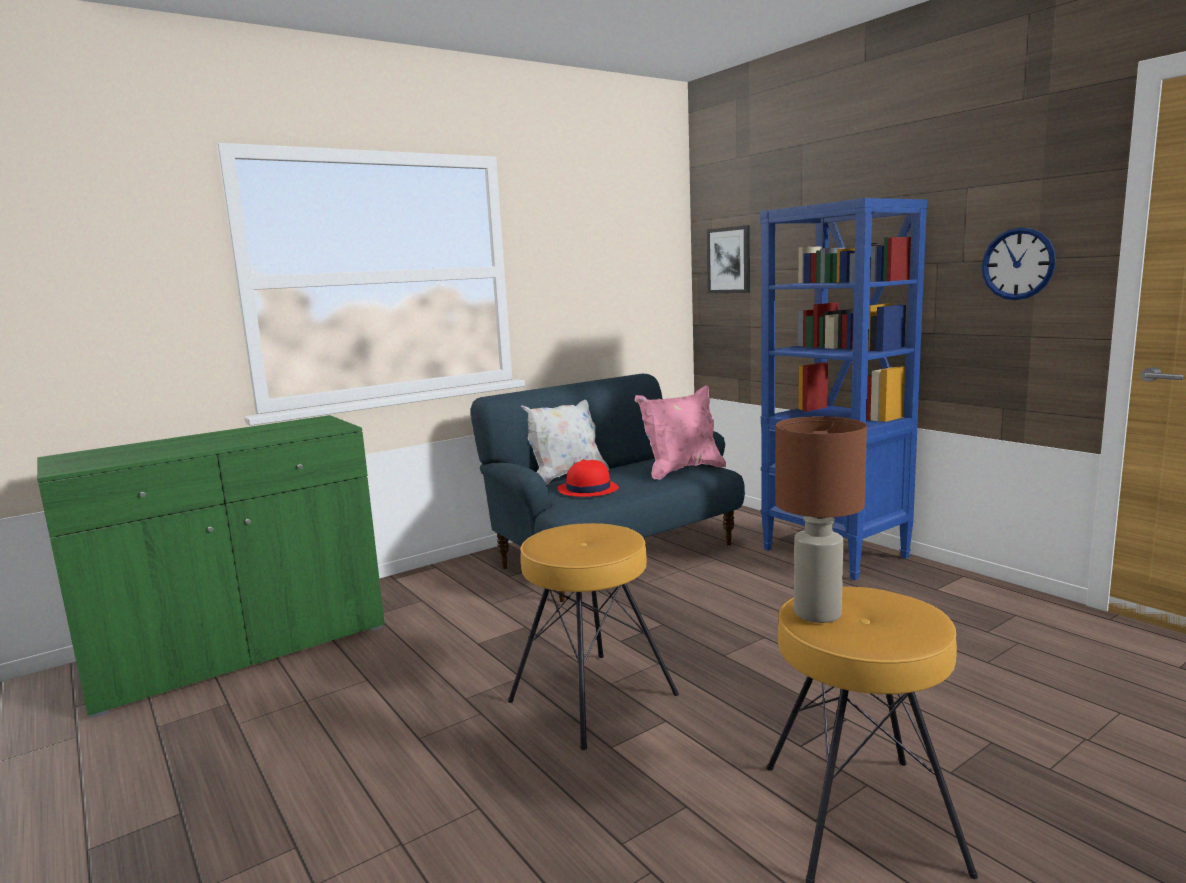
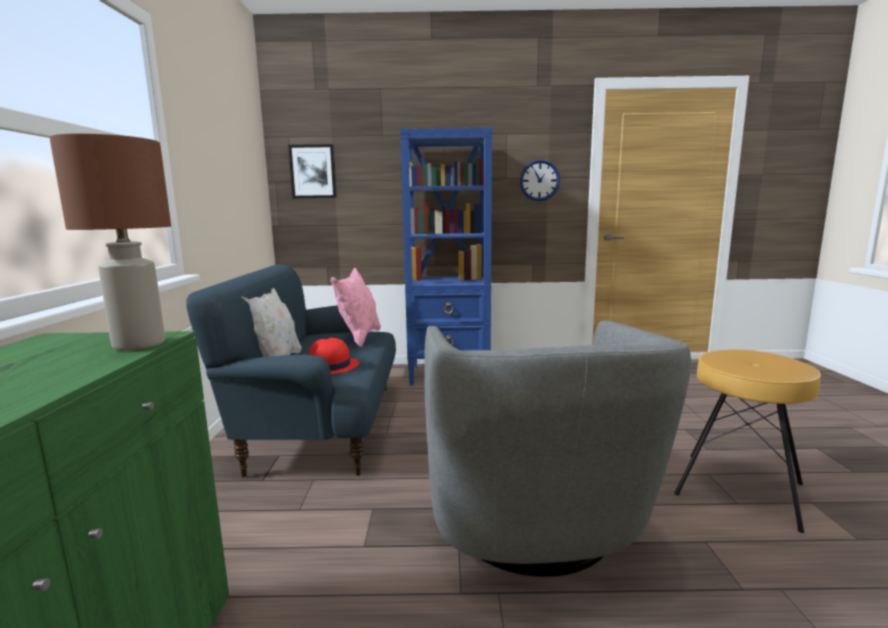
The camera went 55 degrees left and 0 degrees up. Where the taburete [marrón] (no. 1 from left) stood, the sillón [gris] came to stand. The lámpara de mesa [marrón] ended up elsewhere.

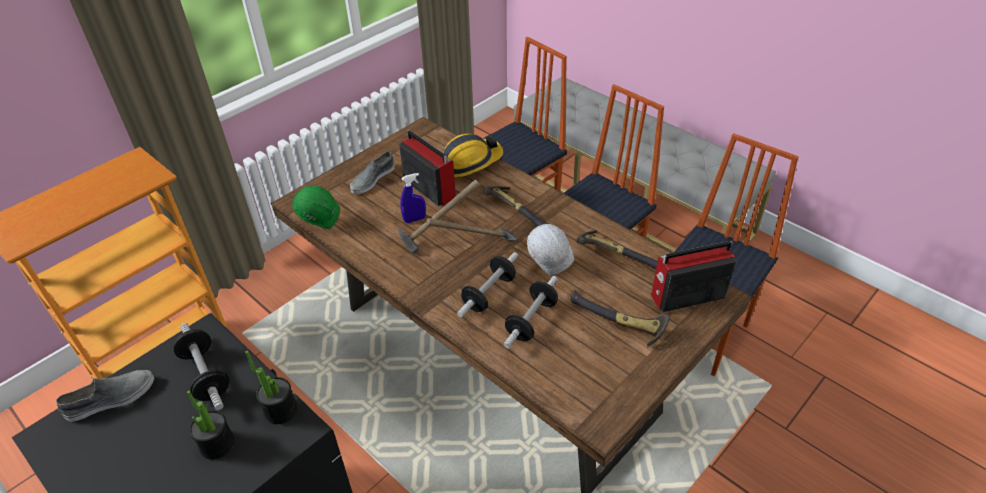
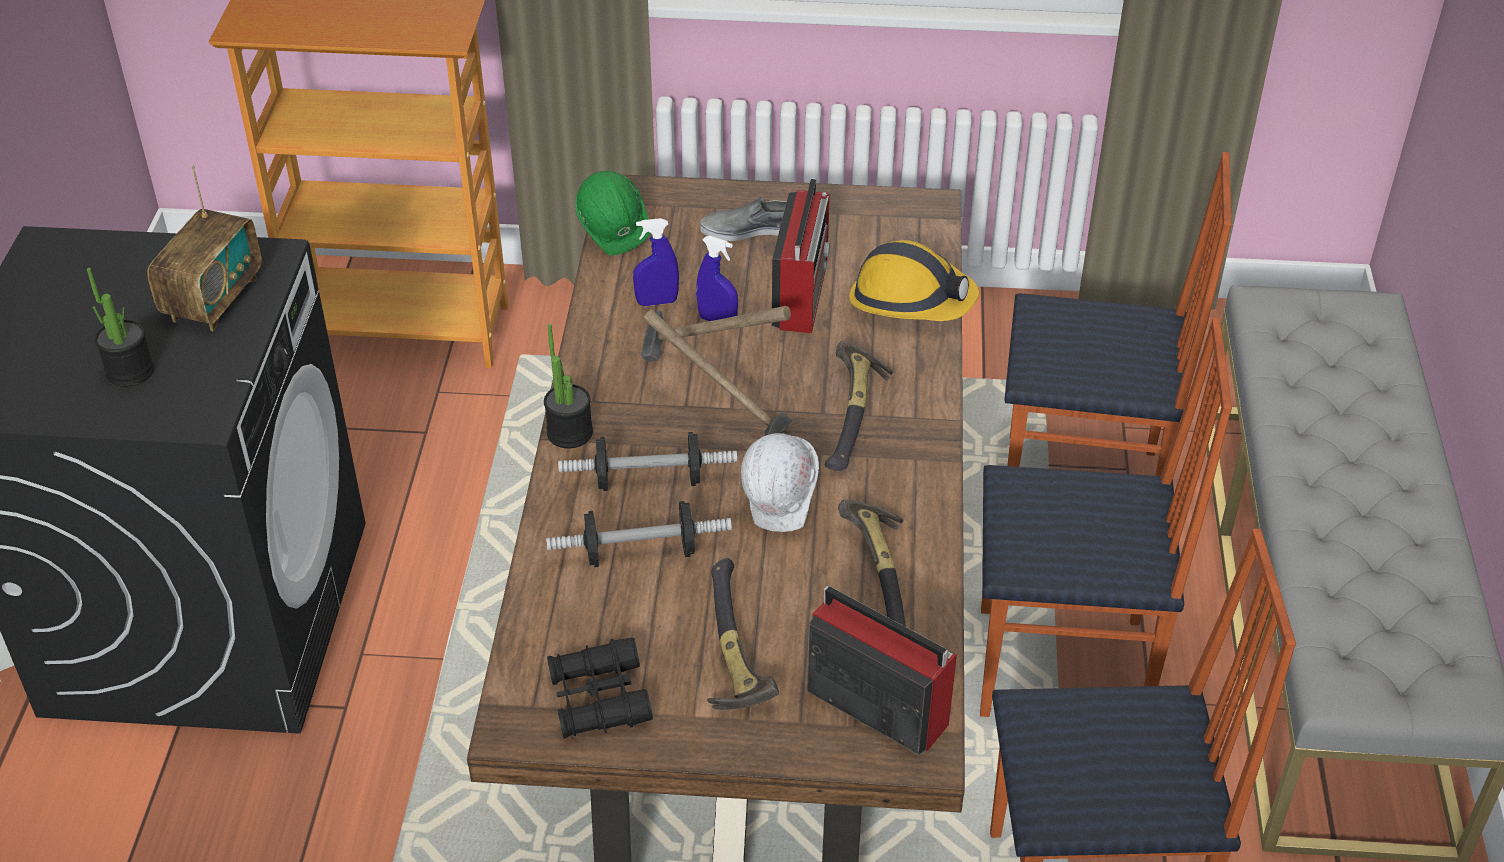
The camera went 50 degrees right and 0 degrees up. The second view lost the zapato [gris] (no. 1 from left). Where the mancuerna (no. 1 from left) stood, the radio (no. 1 from left) came to stand. The planta en maceta (no. 2 from left) ended up elsewhere. The second view gained the prismáticos [negro]. The second view gained the pulverizador [azul] (no. 1 from left).

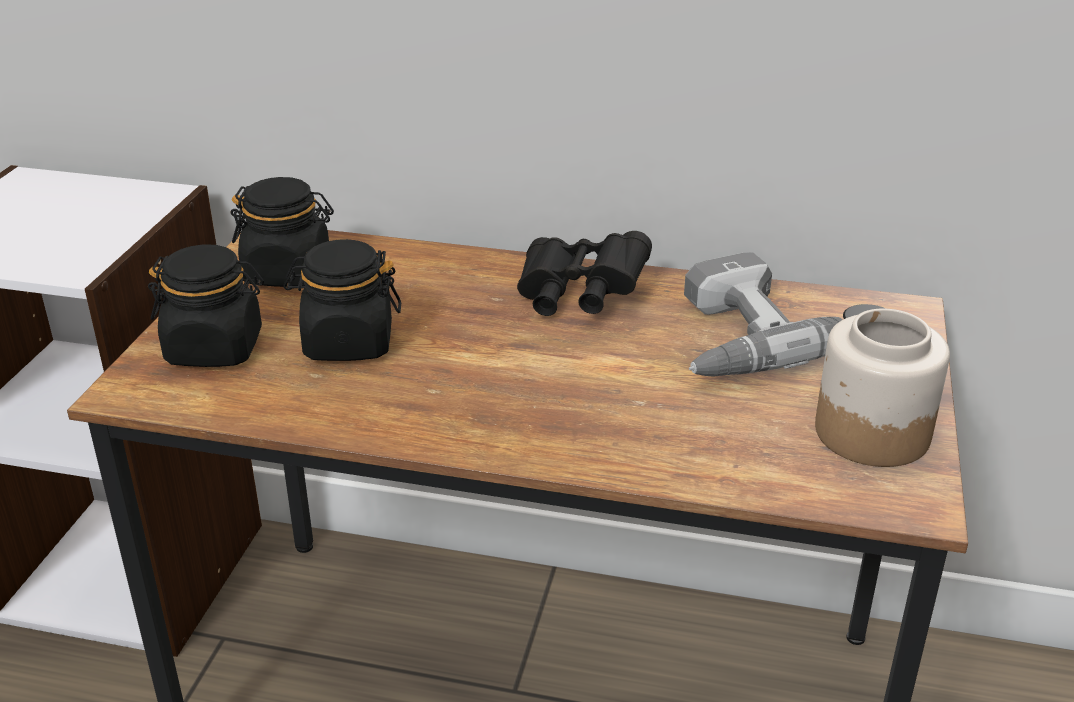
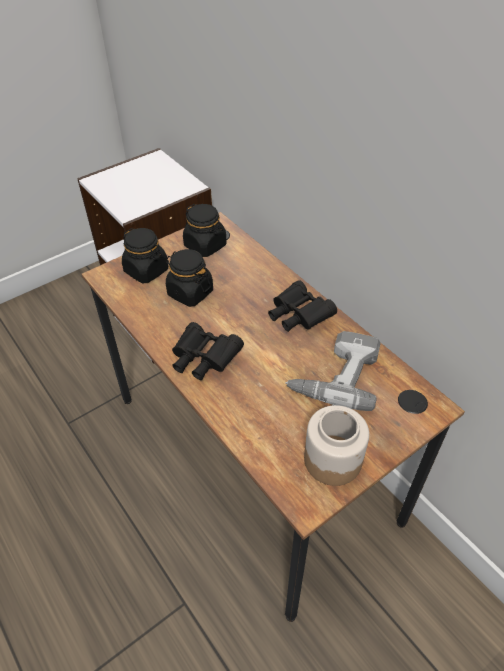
The camera went 40 degrees right and 15 degrees up. The second view gained the prismáticos [negro] (no. 1 from left).

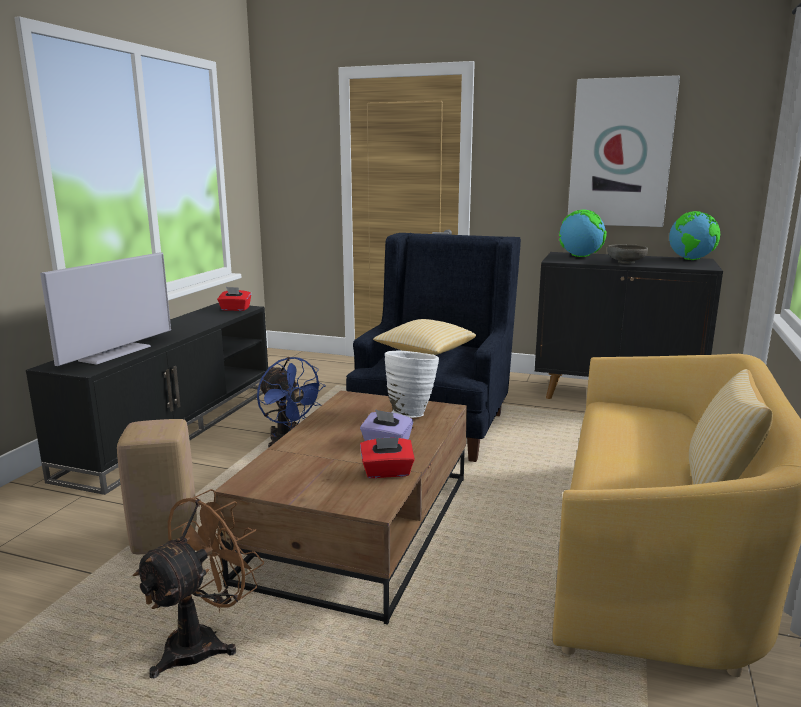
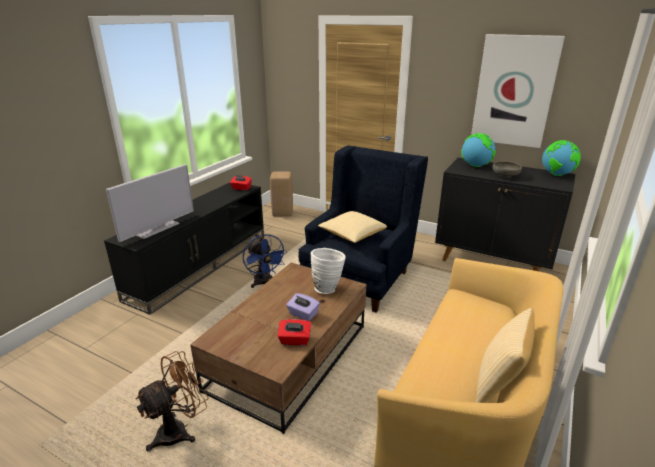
The camera went 10 degrees right and 10 degrees up. The taburete [beis] ended up elsewhere.

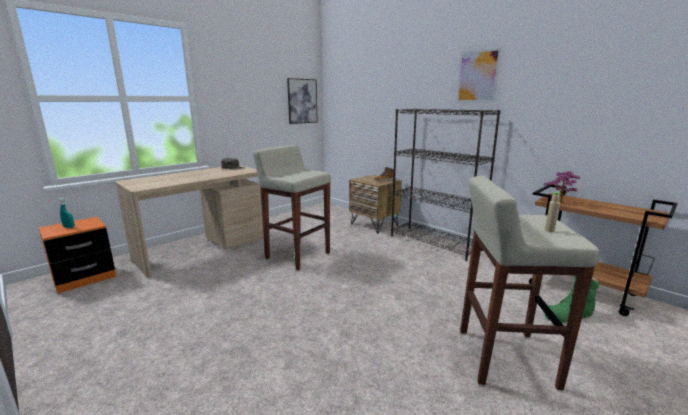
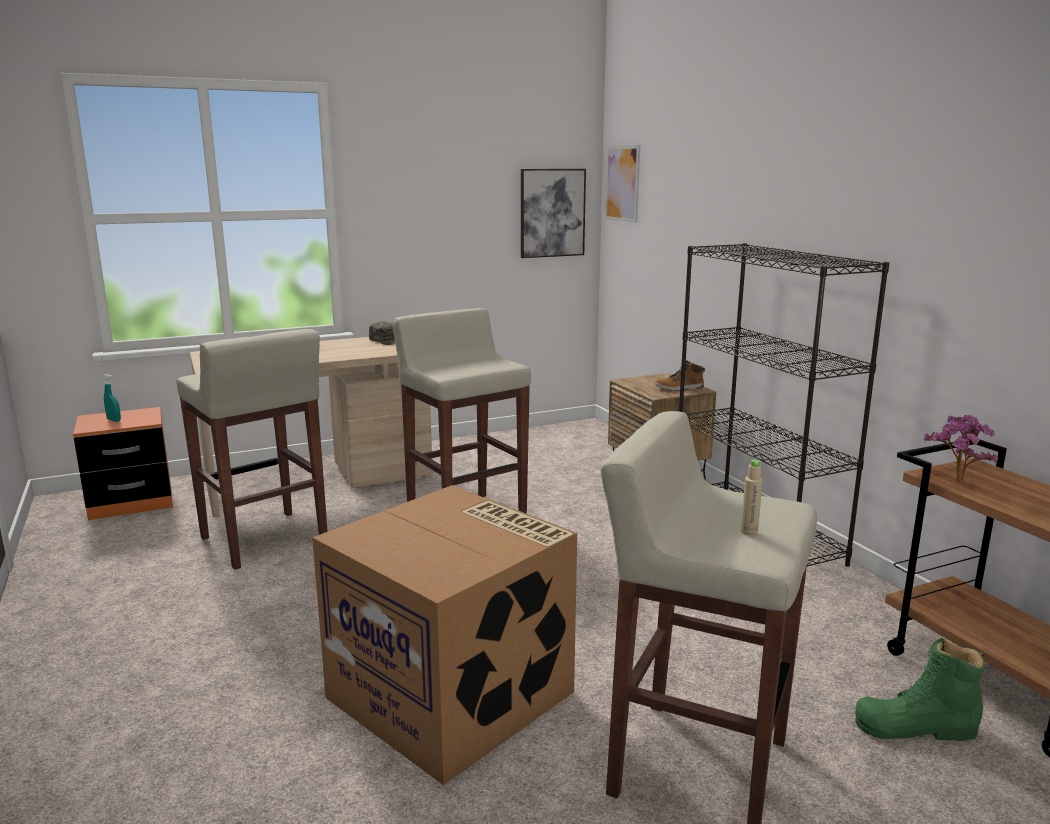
The camera went 20 degrees right and 0 degrees up. The cuadro (no. 2 from left) ended up elsewhere. The second view gained the taburete [beis] (no. 1 from left). The second view gained the caja de cartón.

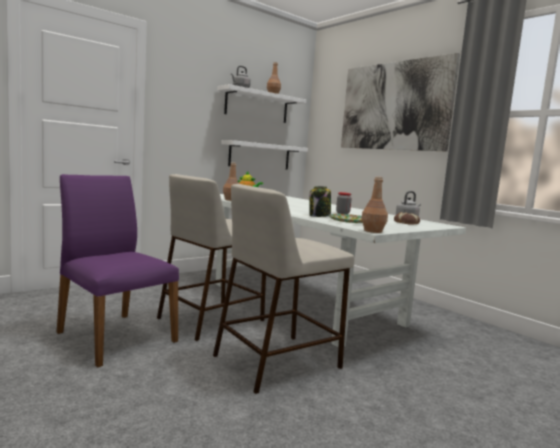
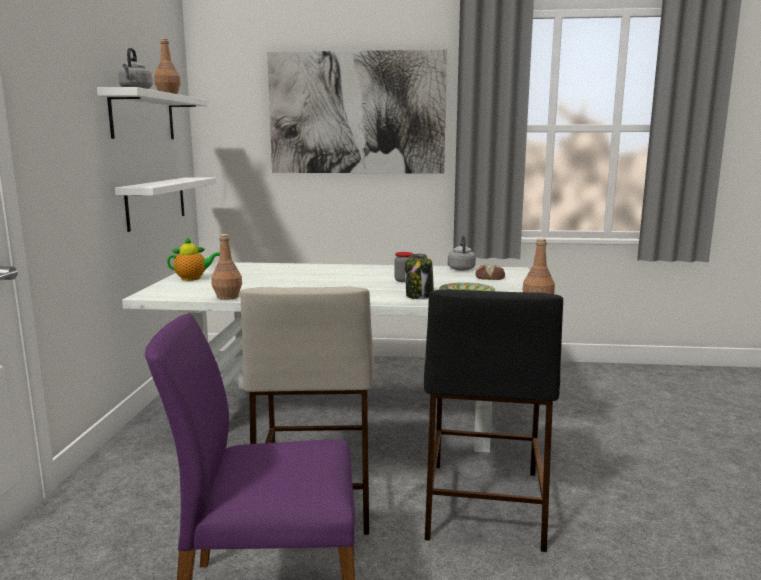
The camera went 45 degrees left and 5 degrees up. What was the taburete [beis] (no. 2 from left) turned into the taburete [negro].

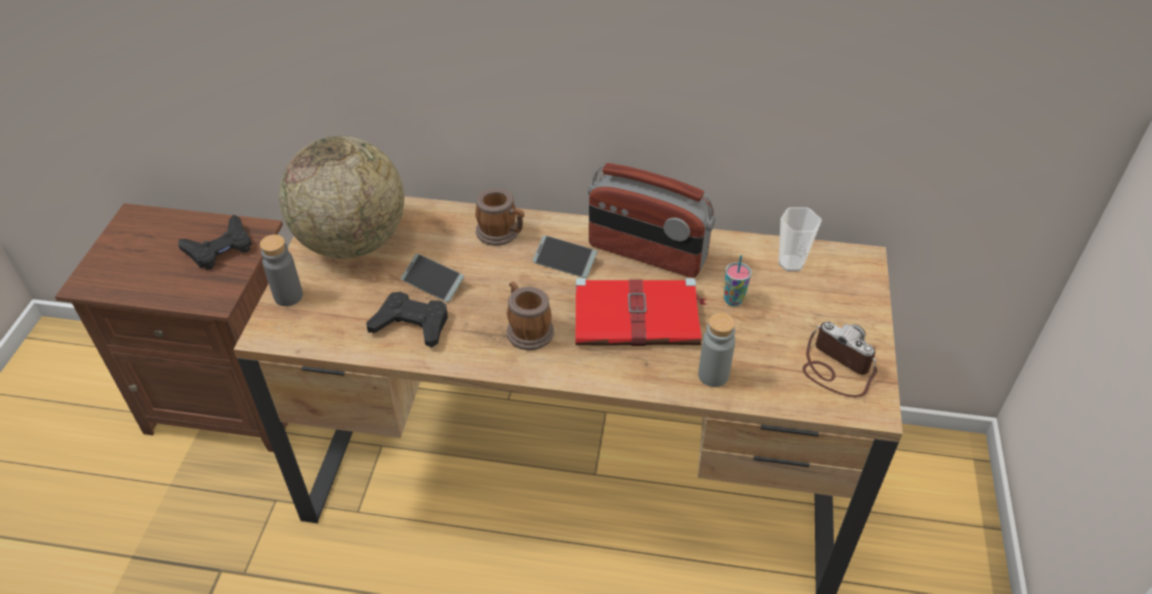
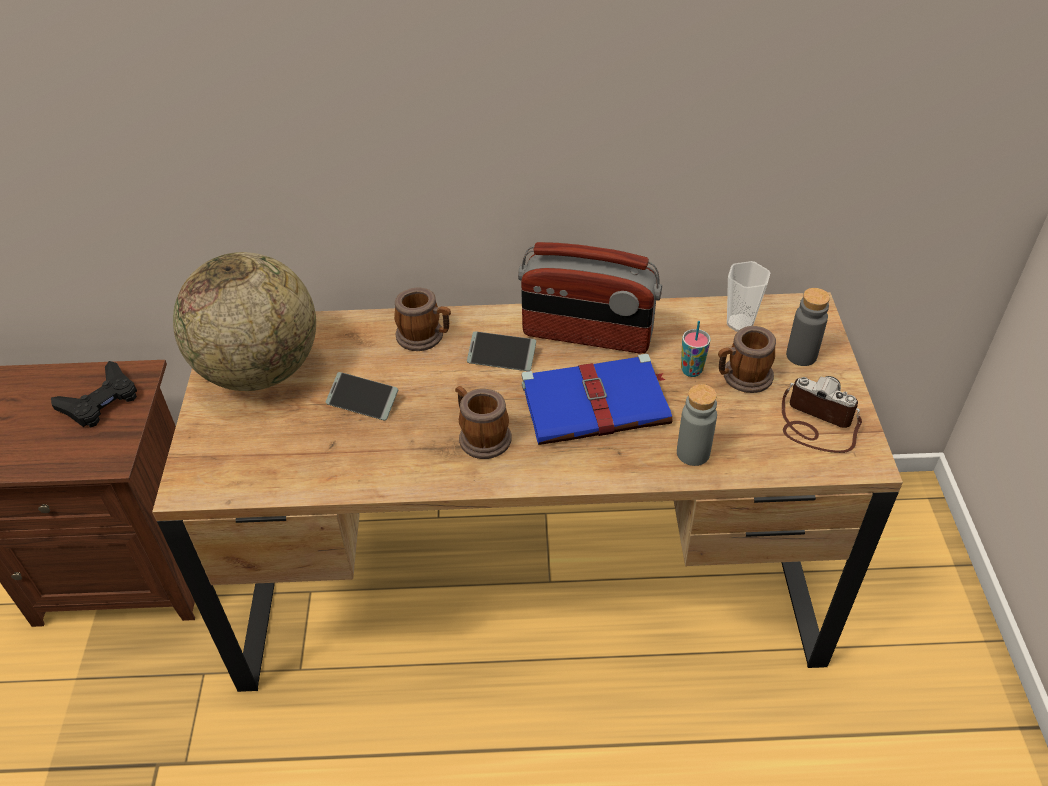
The camera went 10 degrees left and 0 degrees up. The botella [gris] (no. 1 from left in the first image) ended up elsewhere. The second view lost the mando de consola [negro] (no. 2 from left). What was the libro [rojo] turned into the libro [azul]. The second view gained the taza grande (no. 3 from left).

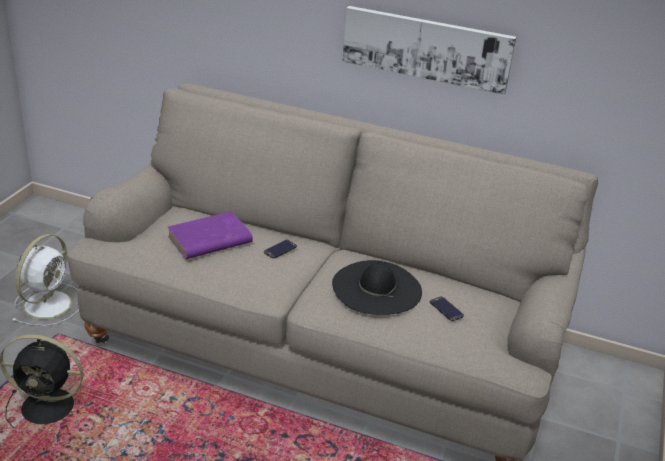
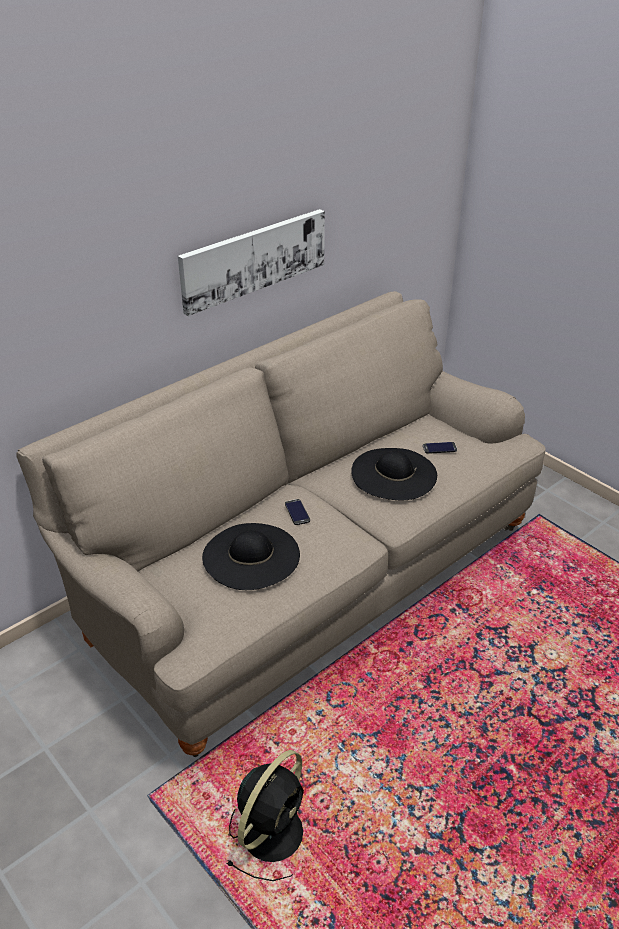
The camera went 60 degrees left and 5 degrees up. The second view lost the ventilador [blanco]. Where the libro [morado] stood, the sombrero [negro] (no. 1 from left) came to stand.

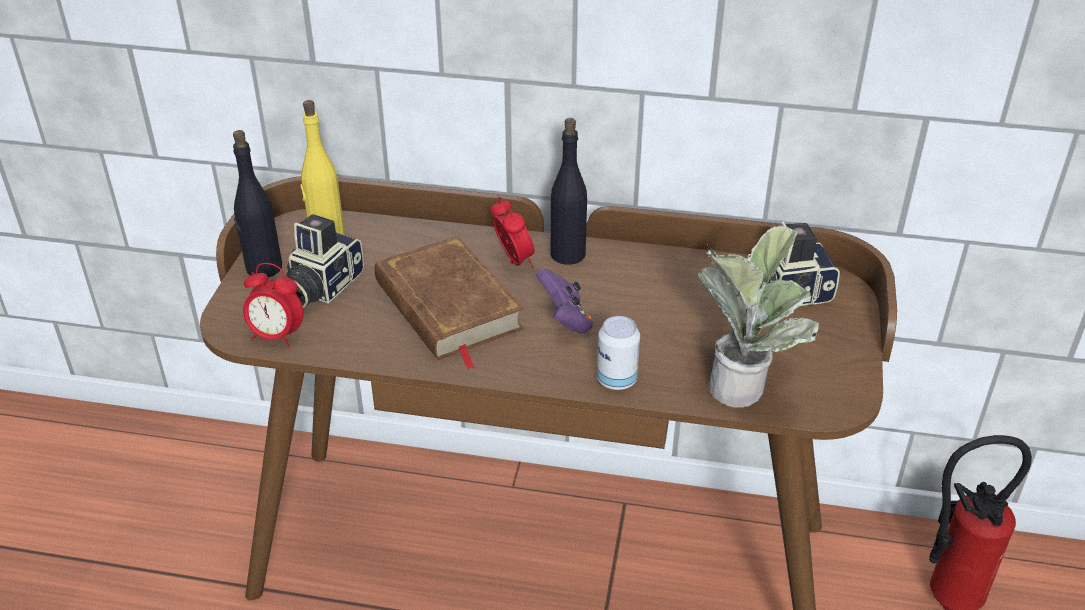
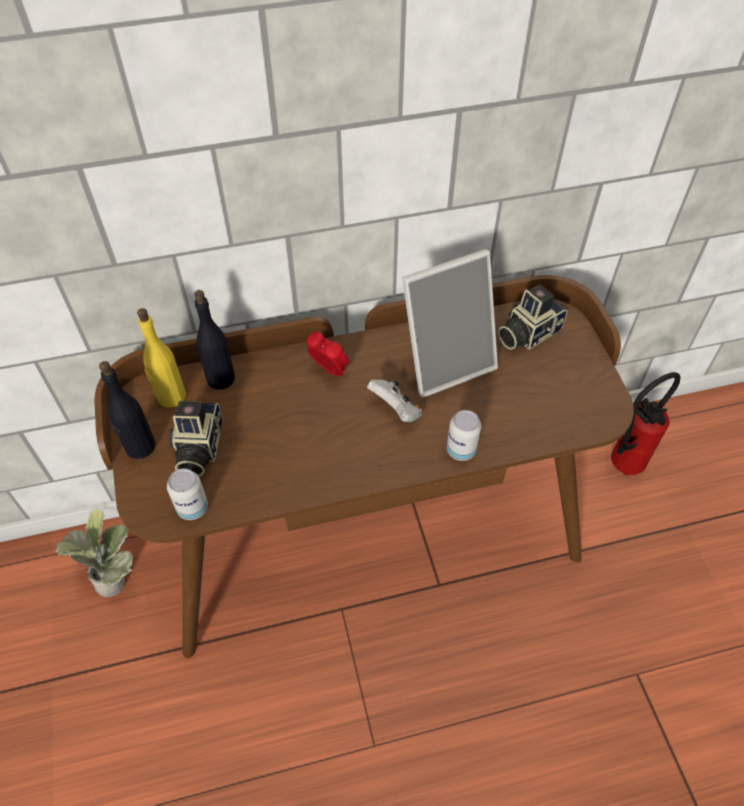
The camera went 25 degrees left and 15 degrees up. Where the despertador (no. 1 from left) stood, the lata (no. 1 from left) came to stand. The second view lost the libro [marrón]. What was the mando de consola [morado] turned into the mando de consola [blanco]. The botella [negro] (no. 2 from left) ended up elsewhere. The planta en maceta ended up elsewhere. The second view gained the portarretratos.

